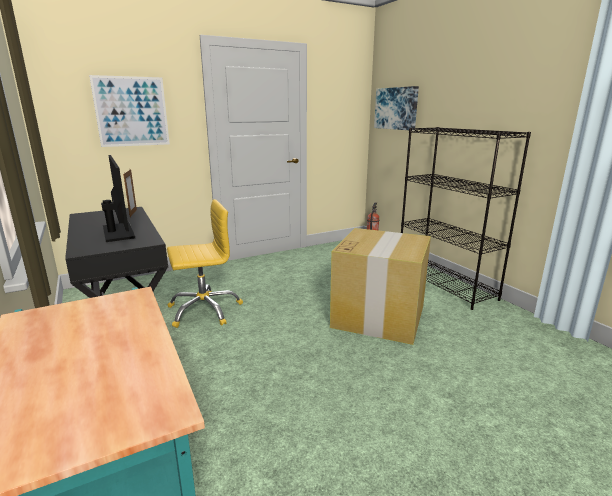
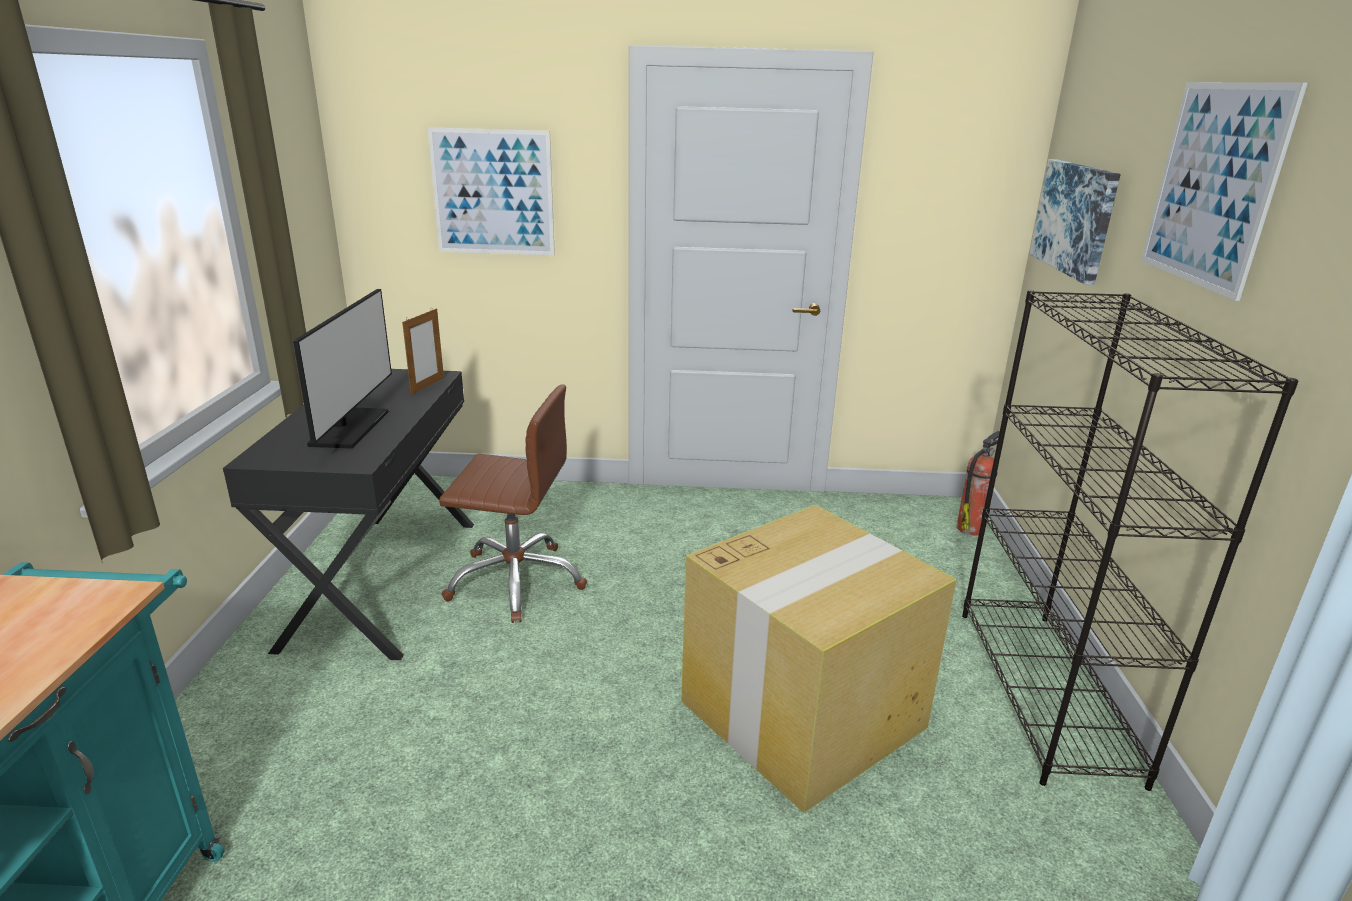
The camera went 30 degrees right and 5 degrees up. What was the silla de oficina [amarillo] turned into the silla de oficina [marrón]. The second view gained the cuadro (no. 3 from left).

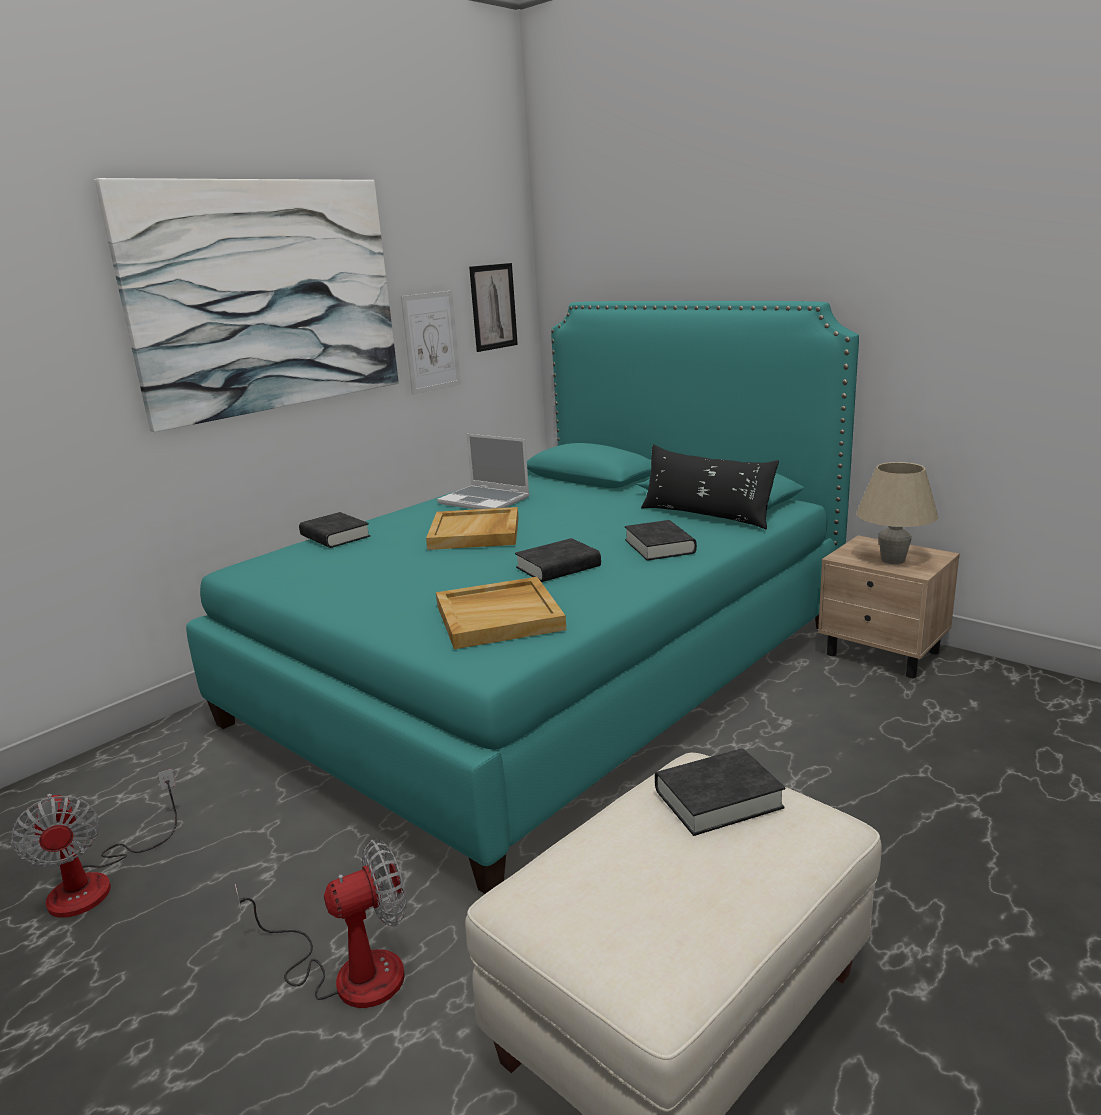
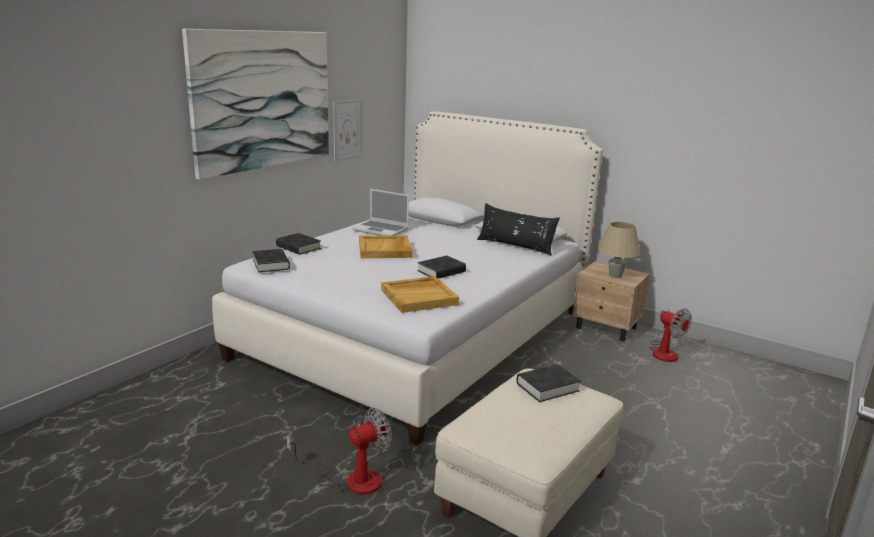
The camera went 10 degrees left and 0 degrees up. The ventilador (no. 1 from left in the first image) ended up elsewhere. What was the cama [turquesa] turned into the cama [blanco]. The second view lost the cuadro (no. 3 from left). The libro [negro] (no. 3 from left in the first image) ended up elsewhere.

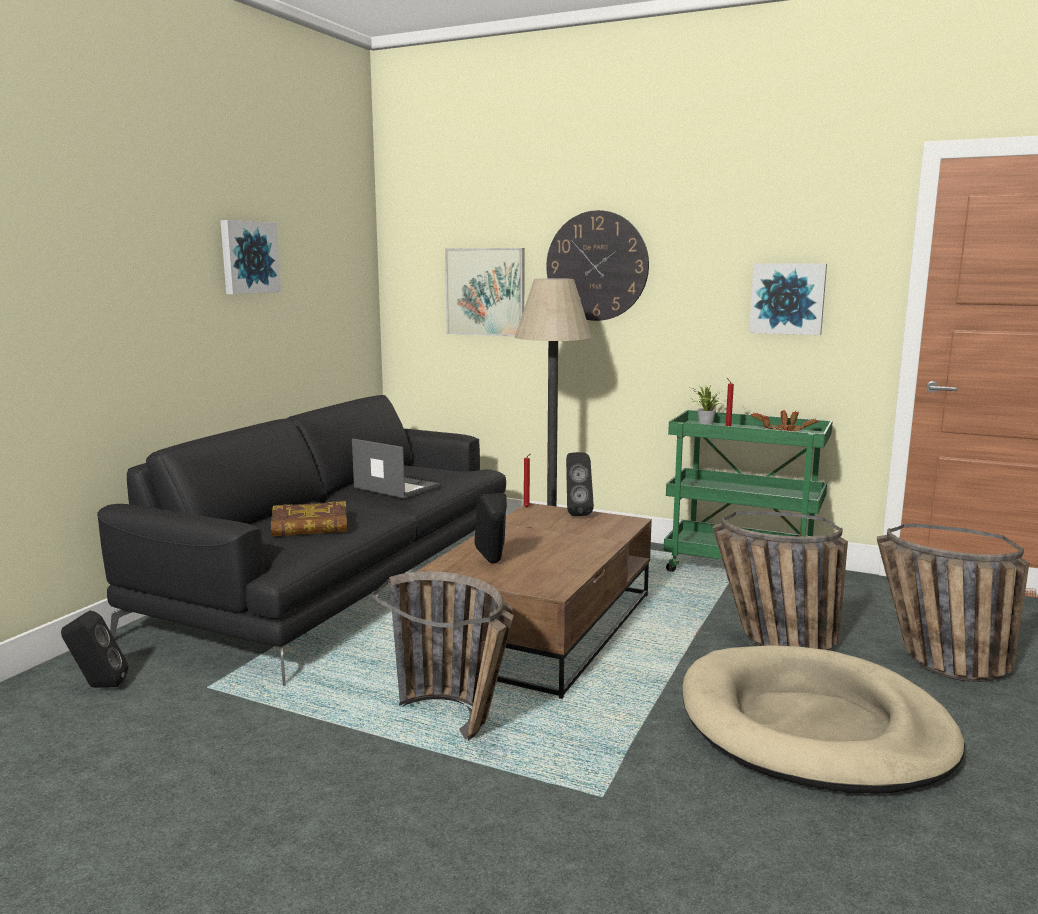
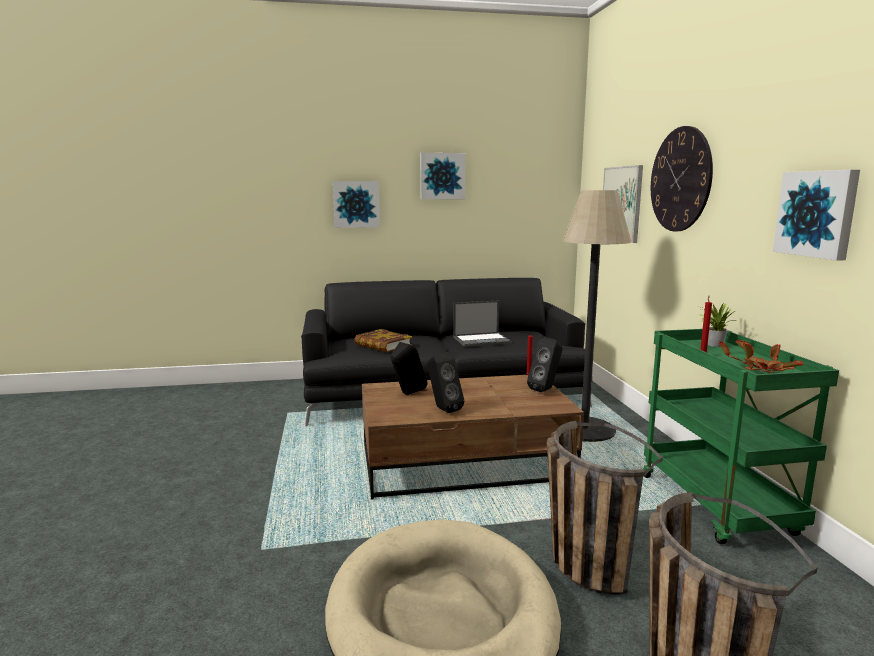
The camera went 55 degrees right and 0 degrees up. The altavoz [negro] (no. 1 from left in the first image) ended up elsewhere. The portátil ended up facing another way, 75 degrees clockwise from before. The second view lost the cesta (no. 1 from left). The second view gained the cuadro (no. 1 from left).

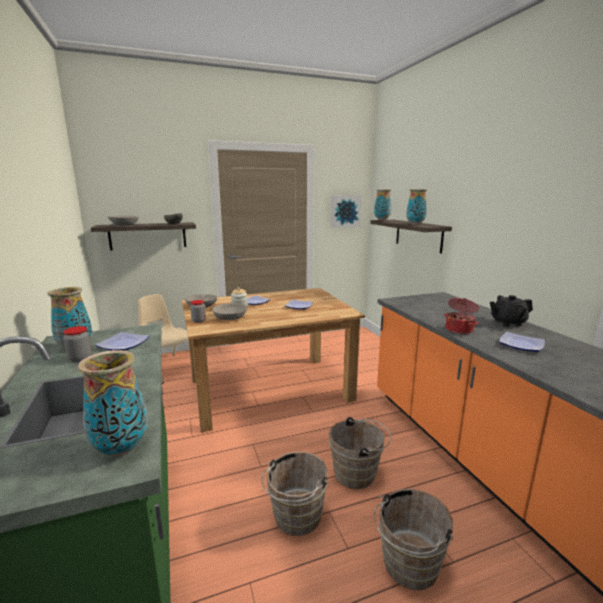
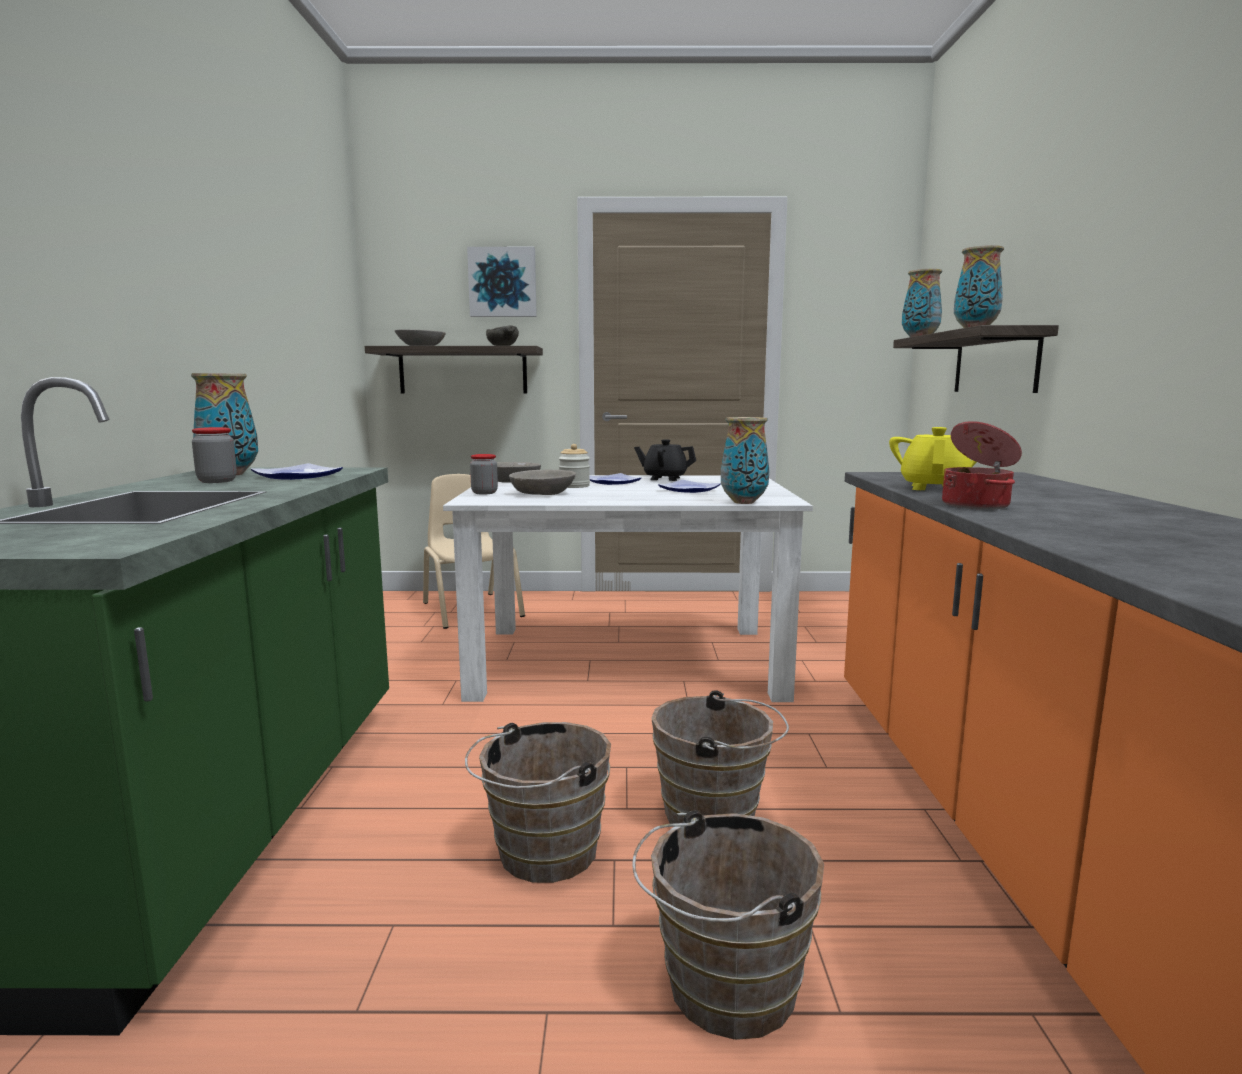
The camera went 20 degrees right and 5 degrees down. The florero (no. 2 from left) ended up elsewhere. What was the mesa de comedor [marrón] turned into the mesa de comedor [blanco]. The cuadro ended up elsewhere. The tetera [negro] ended up elsewhere. The second view lost the plato (no. 4 from left). The second view gained the tetera [amarillo].

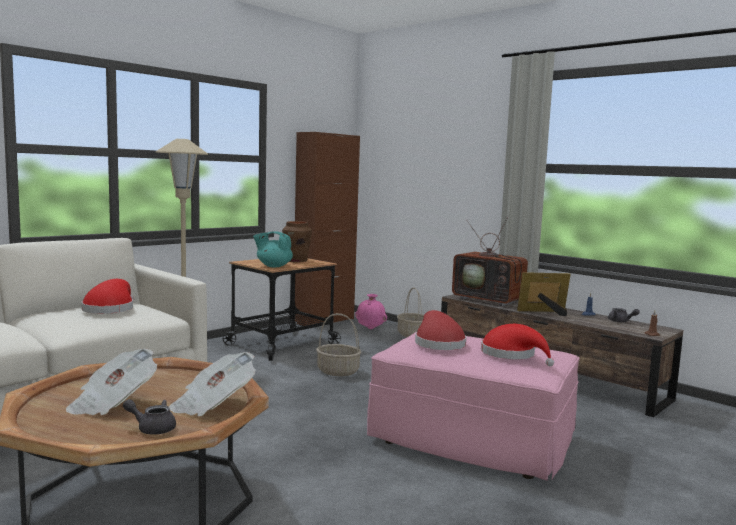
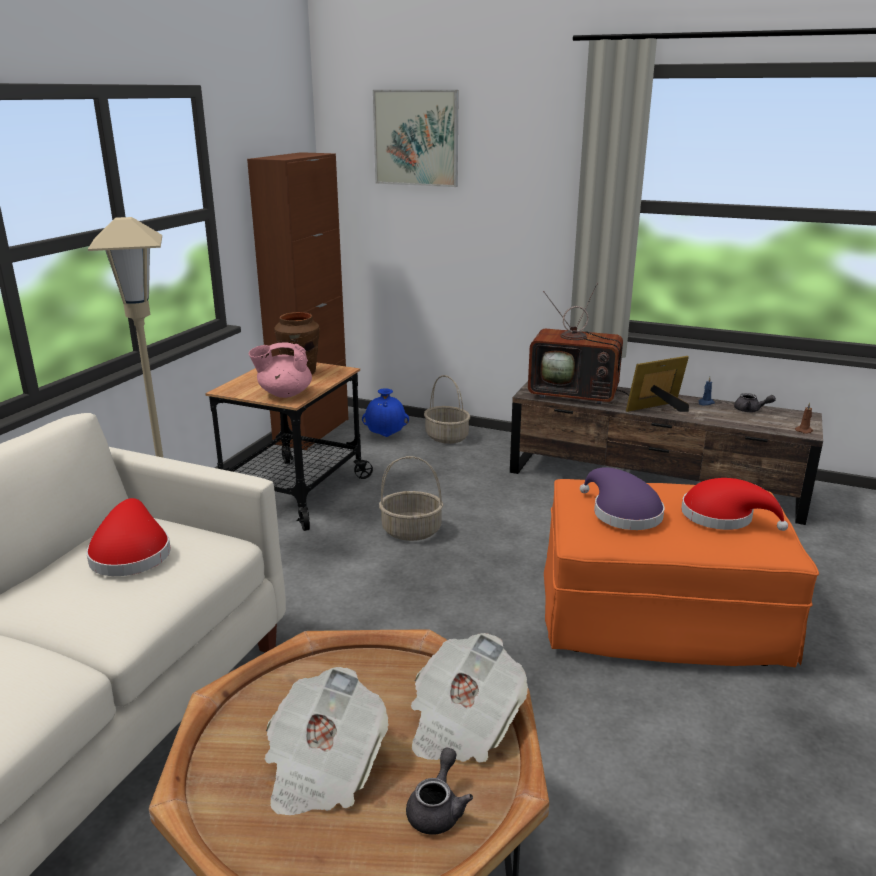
The camera went 20 degrees left and 15 degrees up. The tetera [gris] (no. 1 from left) ended up facing another way, 120 degrees clockwise from before. What was the tetera [turquesa] turned into the tetera [rosa]. What was the florero [rosa] turned into the florero [azul]. What was the puf [rosa] turned into the puf [naranja]. What was the sombrero [rojo] (no. 2 from left) turned into the sombrero [morado]. The second view gained the cuadro.

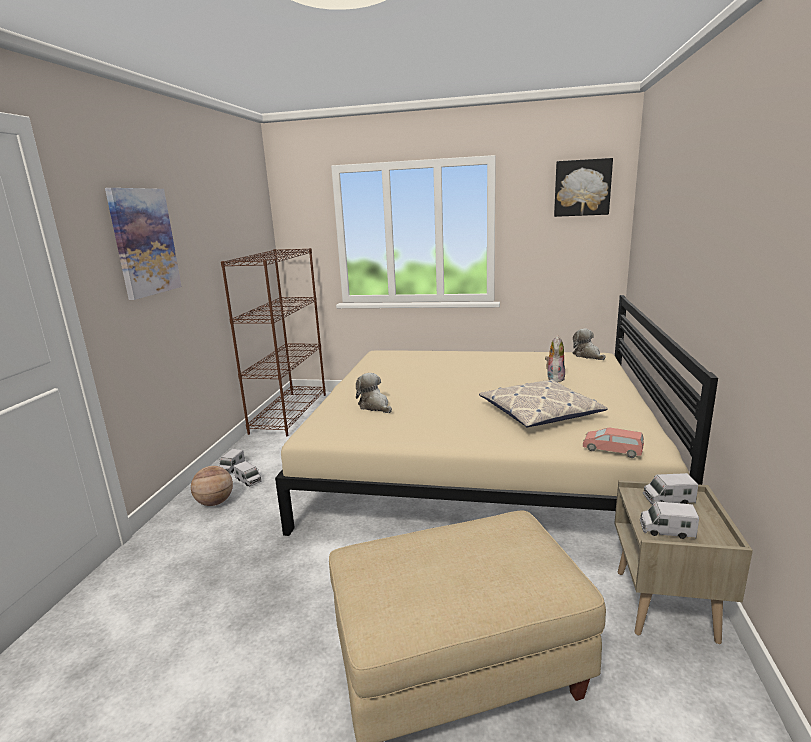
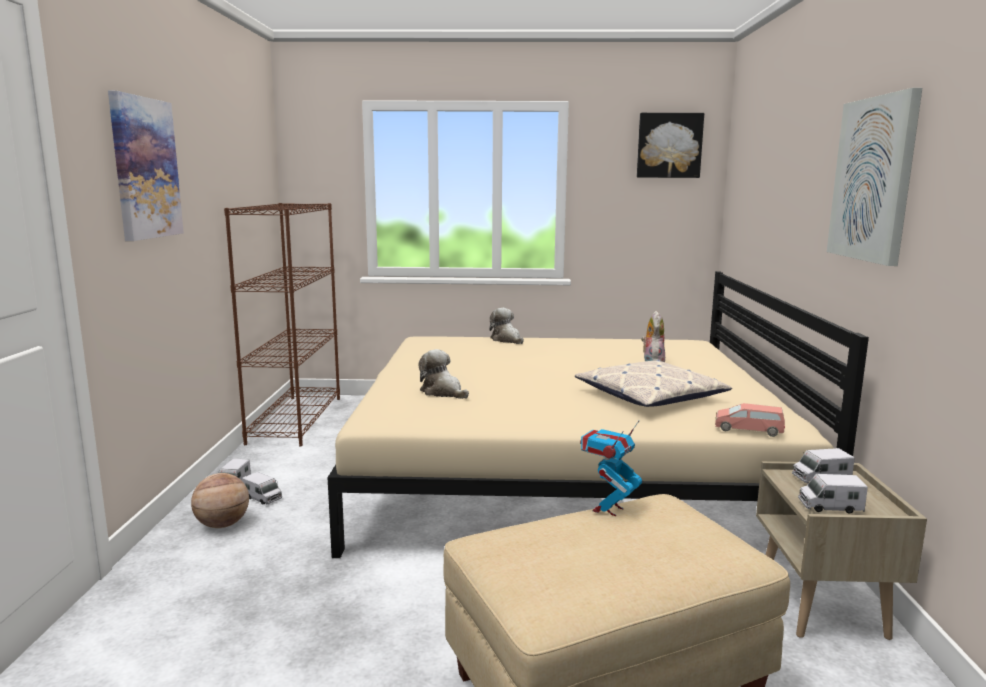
The camera went 10 degrees left and 5 degrees down. The peluche (no. 3 from left in the first image) ended up elsewhere. The second view gained the robot de juguete. The second view gained the cuadro (no. 3 from left).

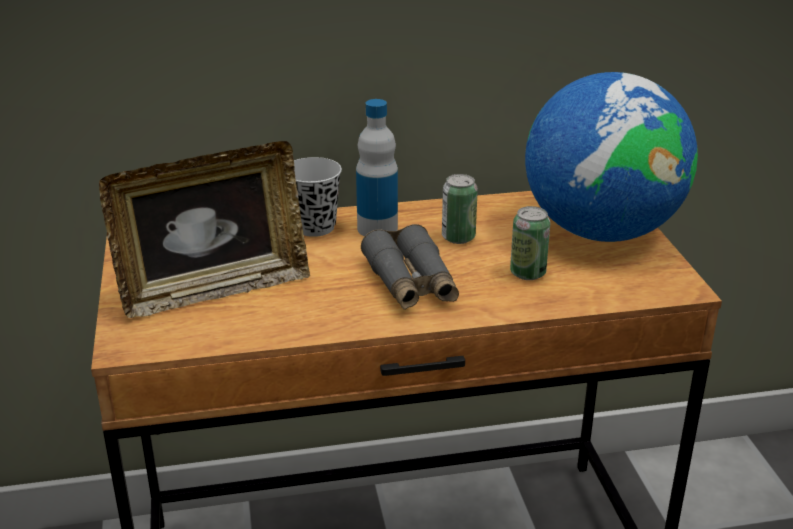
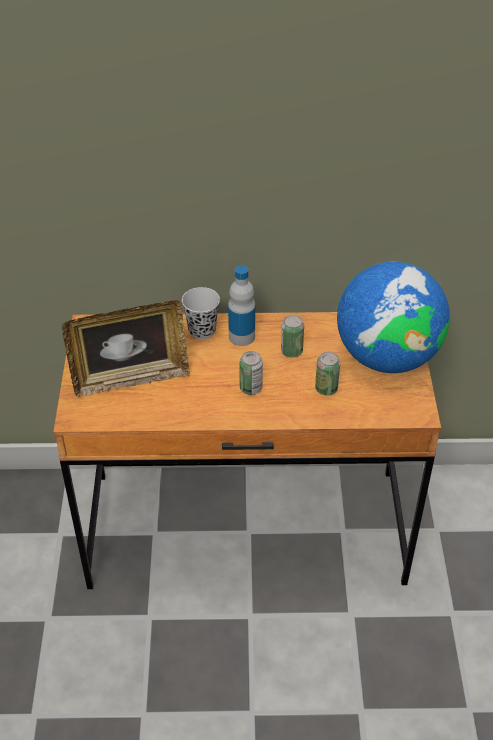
The camera went 10 degrees right and 15 degrees up. Where the prismáticos [gris] stood, the lata (no. 1 from left) came to stand.

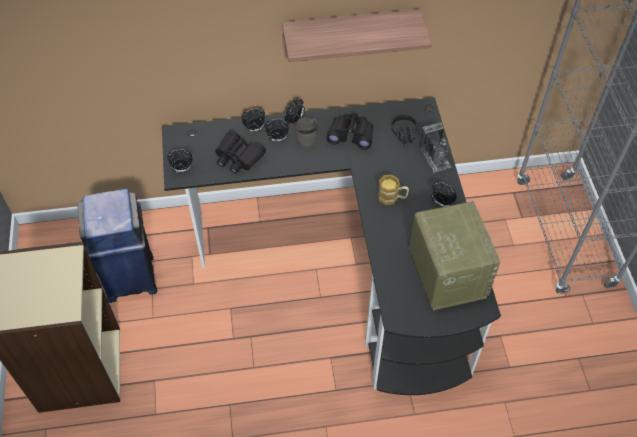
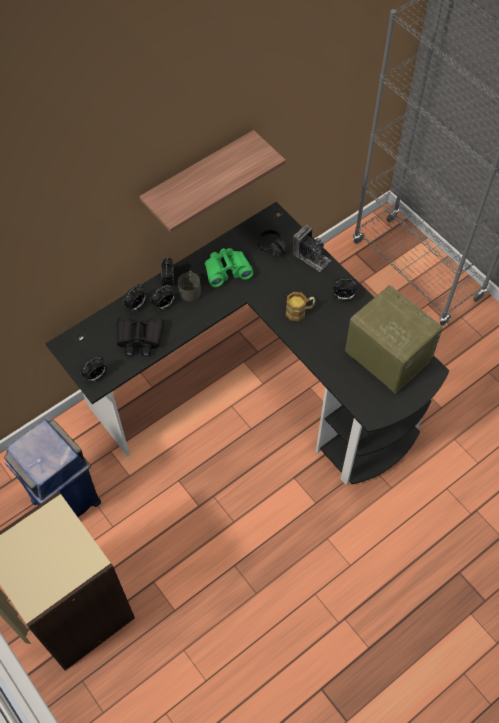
The camera went 30 degrees left and 5 degrees up. What was the prismáticos [negro] (no. 2 from left) turned into the prismáticos [verde].

